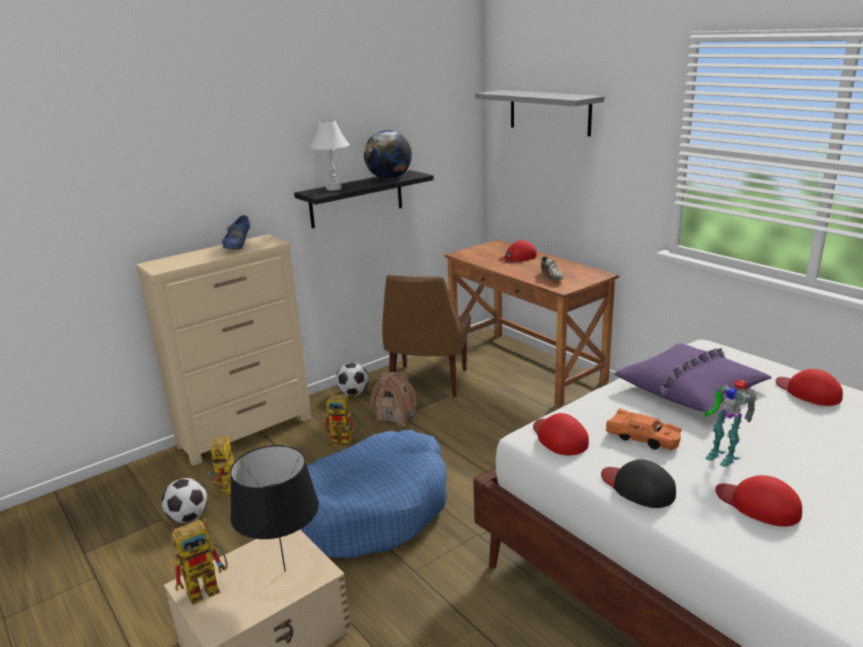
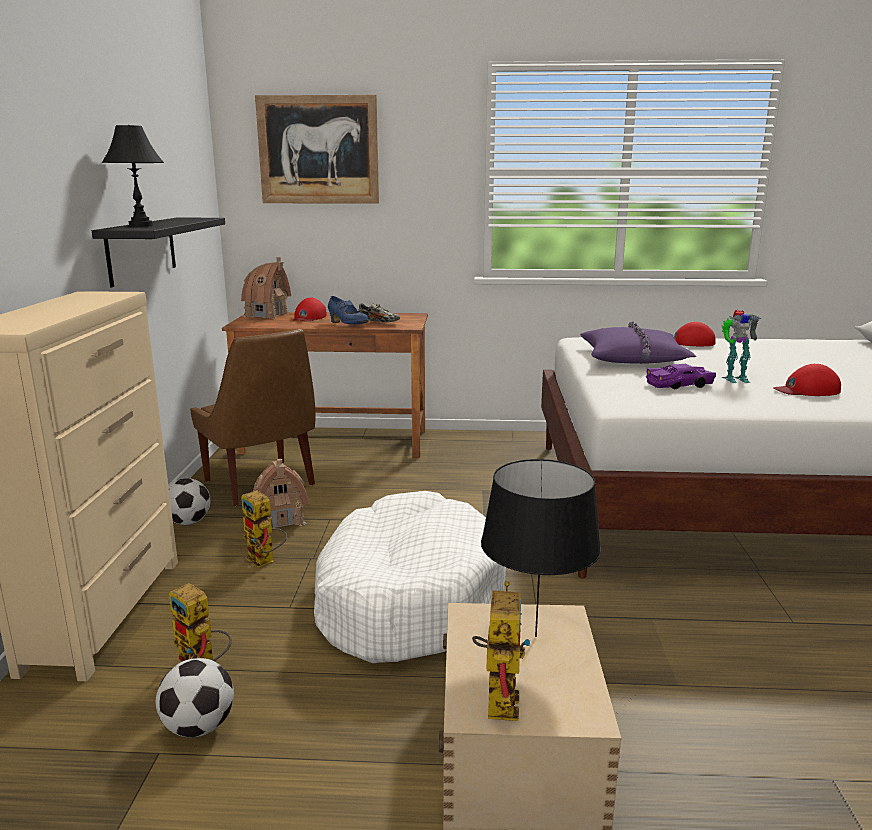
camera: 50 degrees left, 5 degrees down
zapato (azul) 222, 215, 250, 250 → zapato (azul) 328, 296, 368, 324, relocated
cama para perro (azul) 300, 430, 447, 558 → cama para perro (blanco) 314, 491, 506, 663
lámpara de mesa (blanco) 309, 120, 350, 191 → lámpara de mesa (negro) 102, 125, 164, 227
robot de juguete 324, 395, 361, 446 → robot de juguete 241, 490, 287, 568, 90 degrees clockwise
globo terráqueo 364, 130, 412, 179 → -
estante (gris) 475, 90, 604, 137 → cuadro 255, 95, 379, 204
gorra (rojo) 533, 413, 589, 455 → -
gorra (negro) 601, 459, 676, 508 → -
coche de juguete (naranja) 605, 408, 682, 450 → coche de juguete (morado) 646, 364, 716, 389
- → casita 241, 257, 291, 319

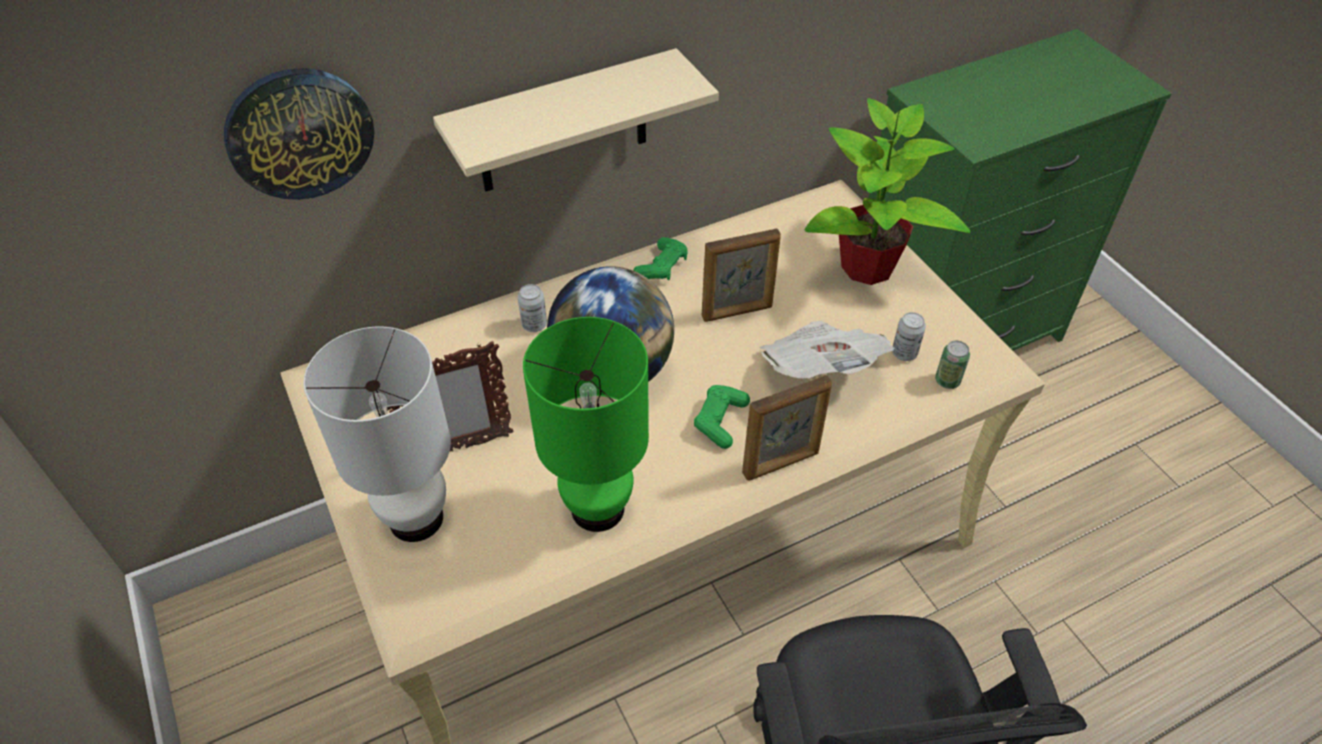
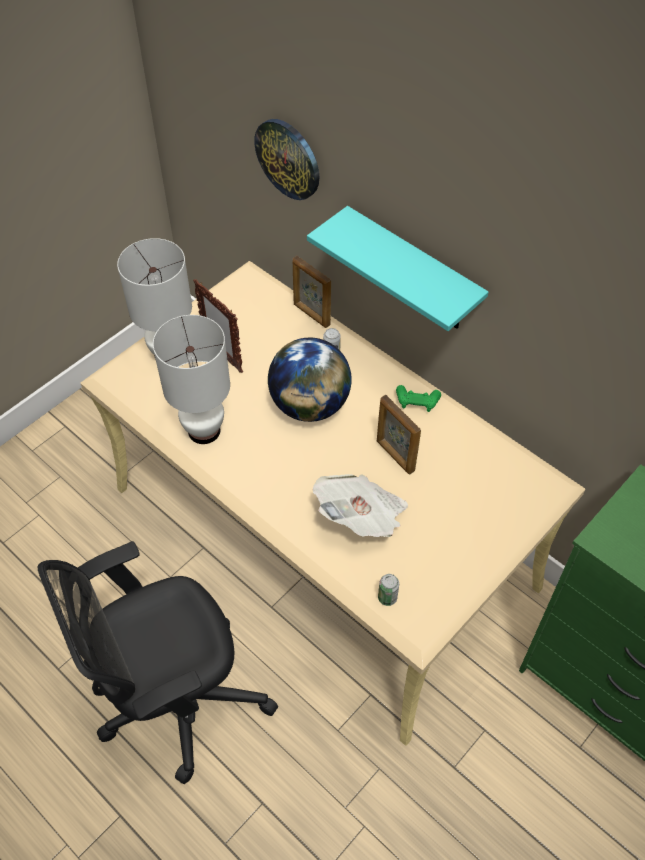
camera: 70 degrees right, 5 degrees up
estante (beis) 433, 48, 719, 191 → estante (turquesa) 307, 206, 489, 331
lámpara de mesa (verde) 523, 317, 649, 532 → lámpara de mesa (blanco) 153, 315, 230, 444
mando de consola (verde) 694, 385, 750, 449 → -
portarretratos 742, 375, 832, 480 → portarretratos 292, 256, 331, 328, relocated
planta en maceta 805, 98, 970, 285 → -
lata 892, 312, 926, 361 → -

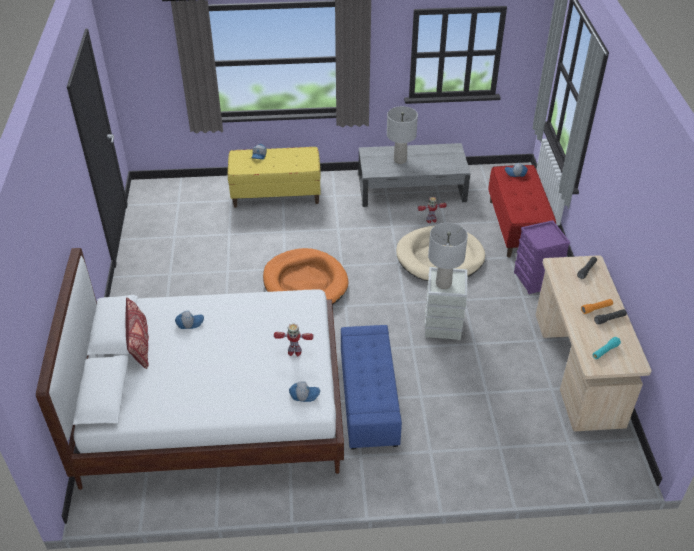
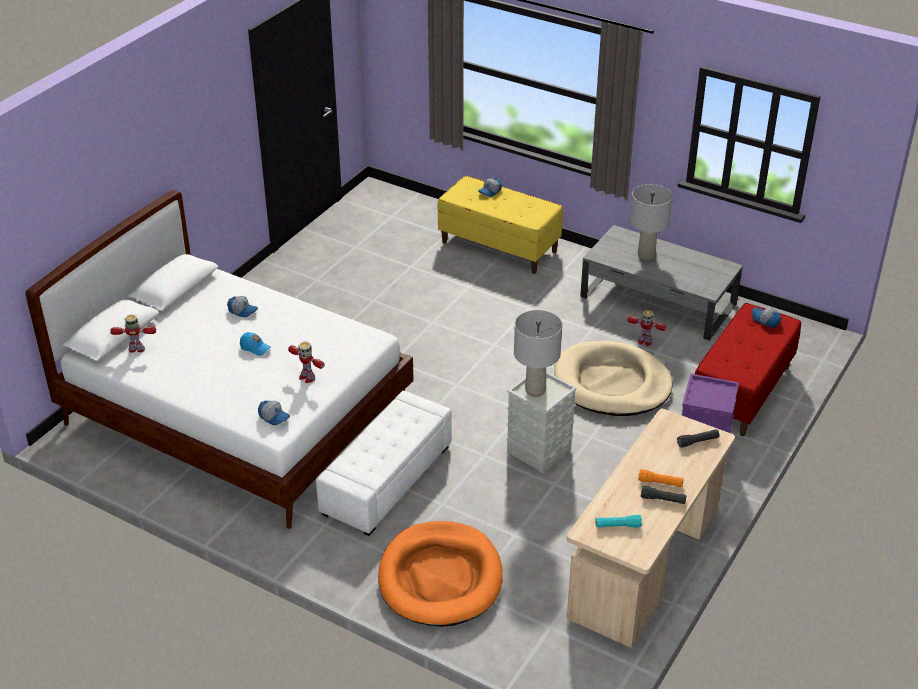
camera: 35 degrees right, 5 degrees down
cojín (rojo) 125, 297, 149, 369 → -
cama para perro (naranja) 263, 248, 349, 305 → cama para perro (naranja) 378, 521, 503, 627, relocated
puf (azul) 341, 325, 402, 450 → puf (blanco) 316, 391, 452, 536
- → robot de juguete 110, 314, 156, 352
- → gorra (azul) 240, 332, 271, 356

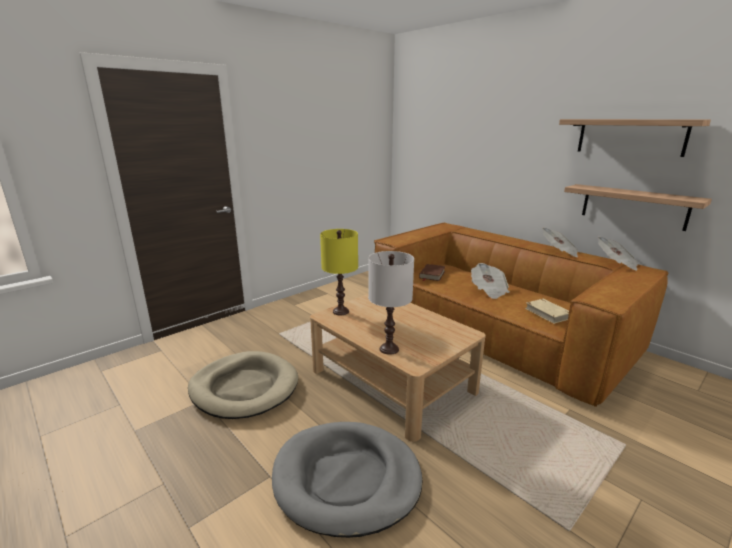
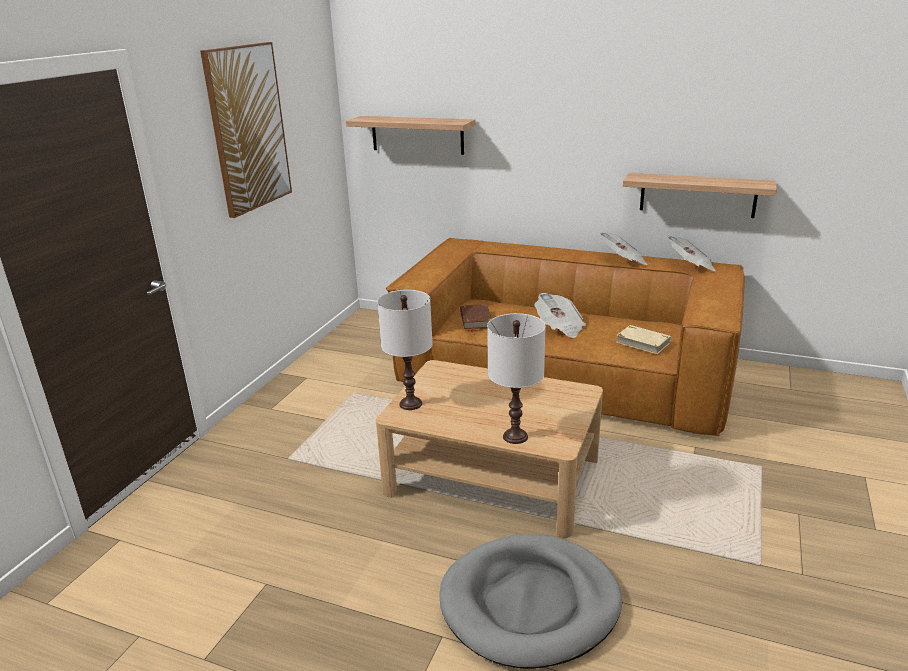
camera: 25 degrees left, 5 degrees up
cama para perro (beis) 188, 351, 298, 419 → -
lámpara de mesa (amarillo) 320, 229, 358, 315 → lámpara de mesa (blanco) 377, 290, 433, 410
estante 559, 119, 711, 157 → estante 346, 116, 476, 155, relocated
- → cuadro 200, 42, 292, 218

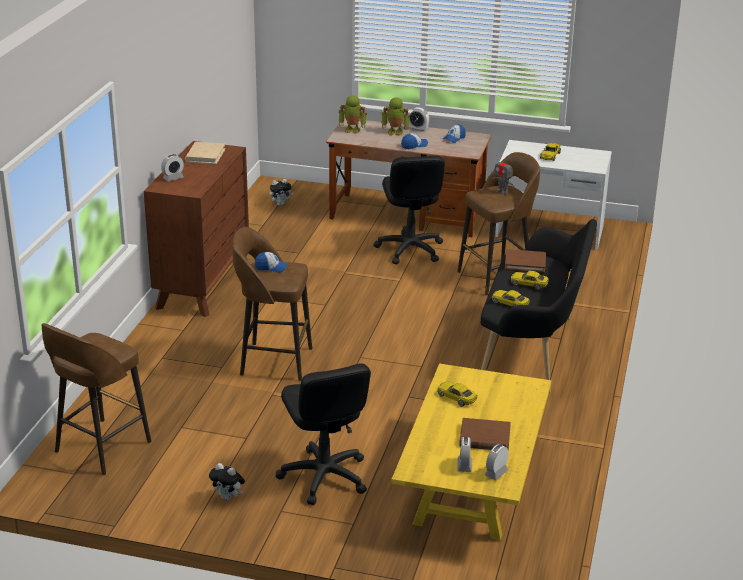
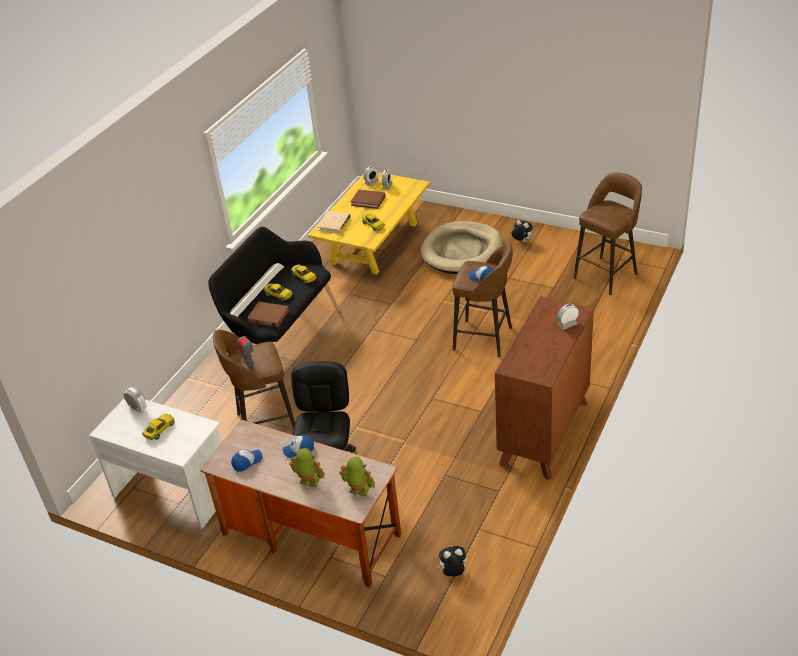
camera: 165 degrees left, 10 degrees up
libro (beis) 185, 142, 225, 164 → libro (beis) 317, 211, 351, 234, relocated
silla de oficina (negro) 276, 363, 371, 505 → cama para perro (beis) 421, 221, 502, 274
despertador 409, 107, 429, 132 → despertador 124, 387, 147, 412, relocated

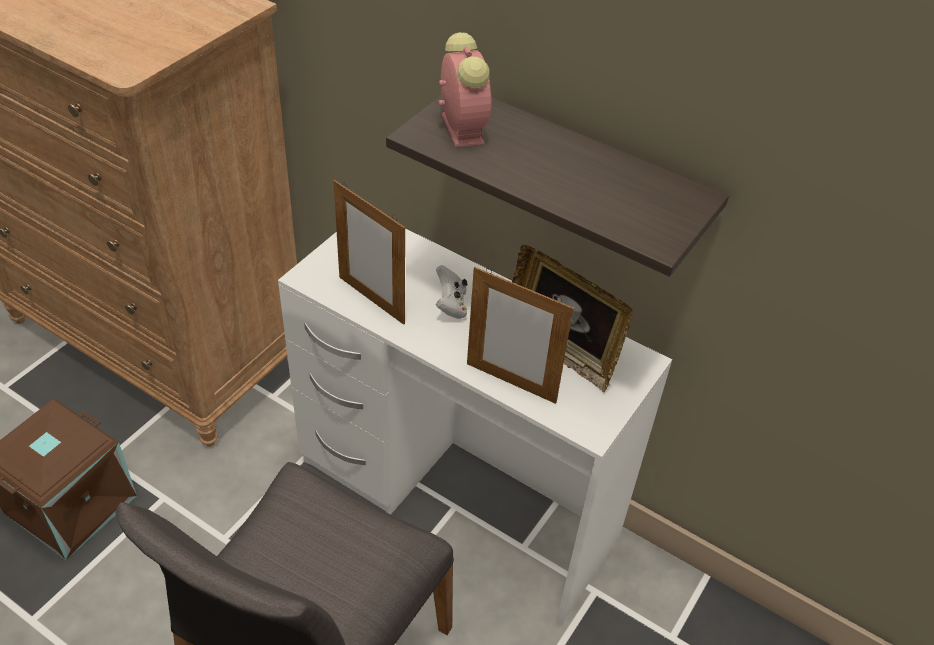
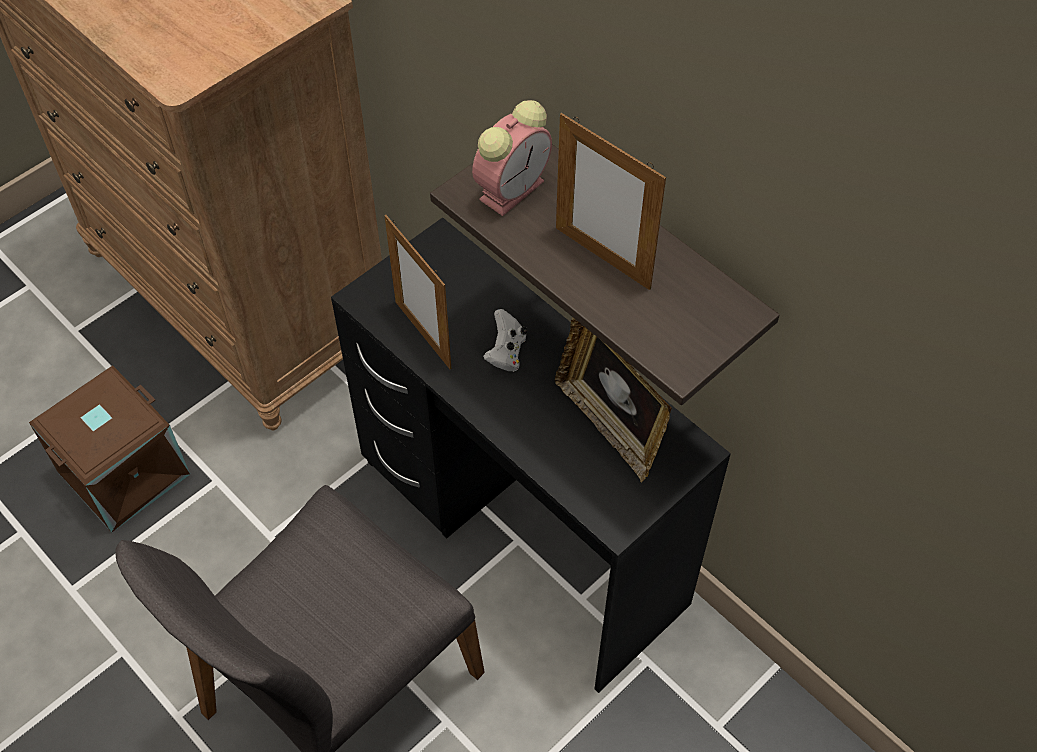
camera: 15 degrees right, 10 degrees up
escritorio (blanco) 278, 228, 672, 627 → escritorio (negro) 331, 217, 731, 693
despertador 438, 32, 491, 147 → despertador 472, 100, 552, 216, 45 degrees clockwise
portarretratos 467, 267, 574, 404 → portarretratos 556, 113, 666, 290, relocated

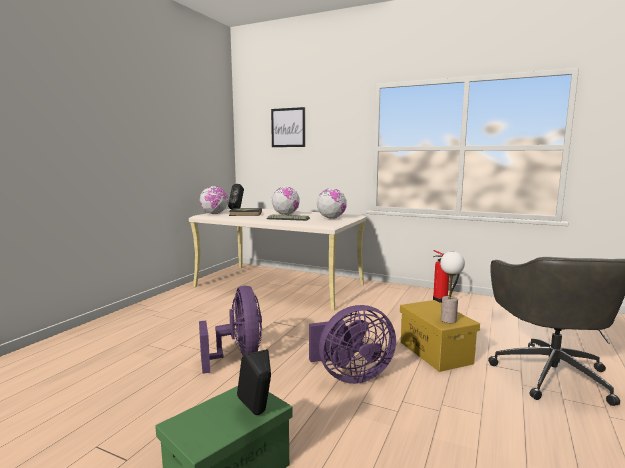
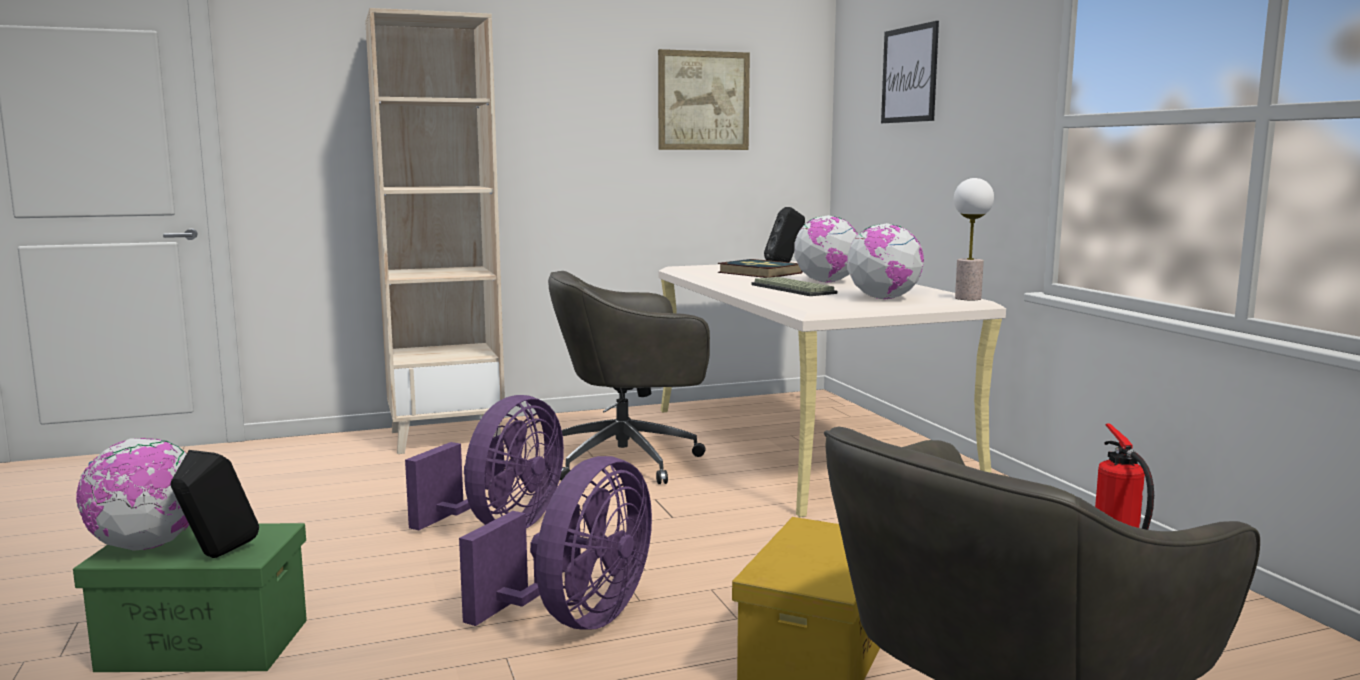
camera: 45 degrees right, 0 degrees up
globo terráqueo 199, 186, 228, 214 → globo terráqueo 76, 438, 189, 551, relocated
ventilador (morado) 309, 305, 396, 384 → ventilador (morado) 459, 456, 652, 630, 90 degrees counterclockwise
lámpara de mesa 440, 251, 465, 323 → lámpara de mesa 954, 178, 994, 300, relocated
- → estantería (beis) 365, 8, 505, 454
- → silla de oficina (gris) 548, 271, 710, 484
- → cuadro 658, 49, 750, 150

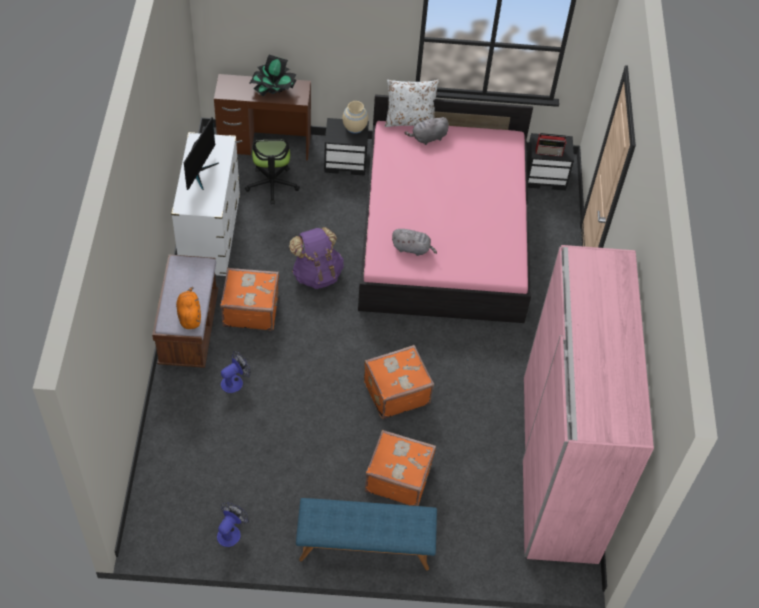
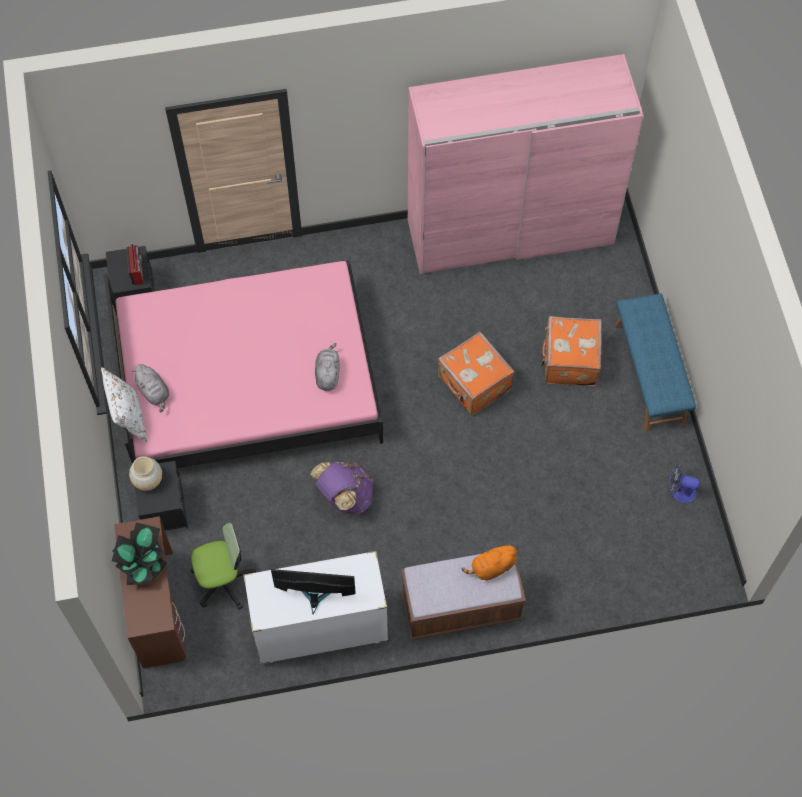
camera: 100 degrees left, 10 degrees up
maleta (naranja) 220, 268, 279, 331 → -
ventilador 221, 351, 251, 393 → -

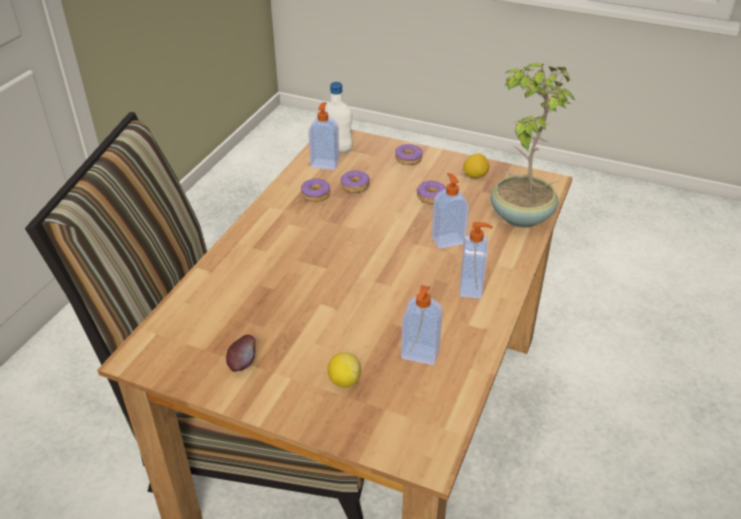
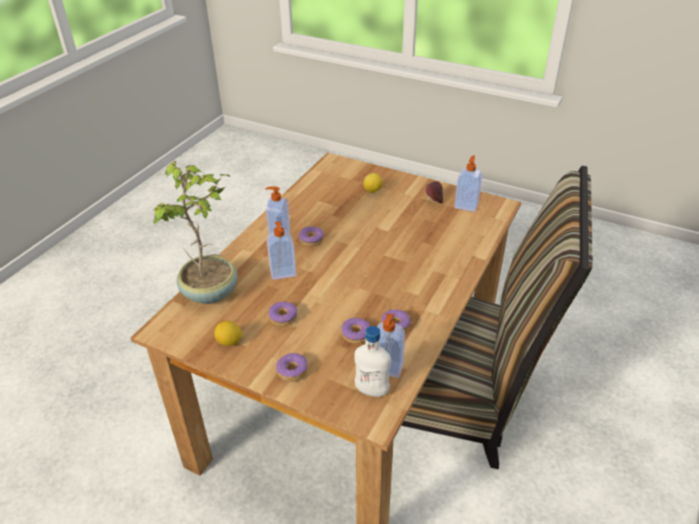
camera: 175 degrees left, 0 degrees up
dispensador de jabón 401, 285, 443, 365 → dispensador de jabón 454, 155, 482, 212, relocated
- → rosquilla 299, 226, 324, 247

